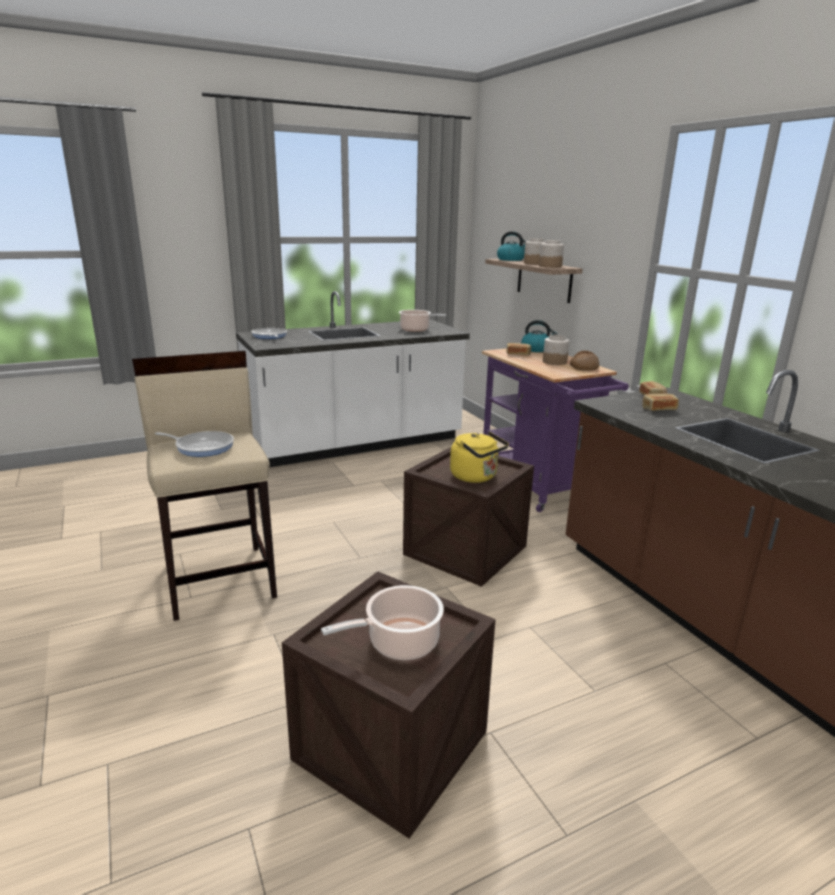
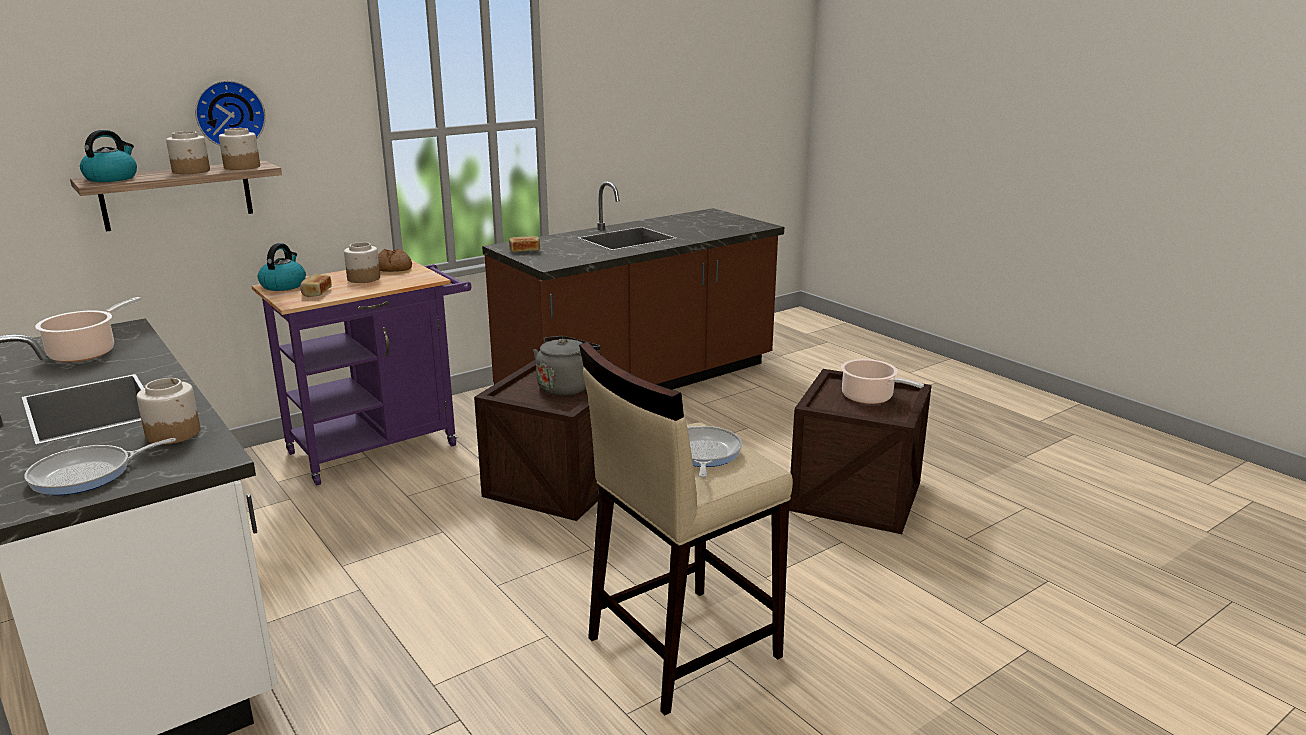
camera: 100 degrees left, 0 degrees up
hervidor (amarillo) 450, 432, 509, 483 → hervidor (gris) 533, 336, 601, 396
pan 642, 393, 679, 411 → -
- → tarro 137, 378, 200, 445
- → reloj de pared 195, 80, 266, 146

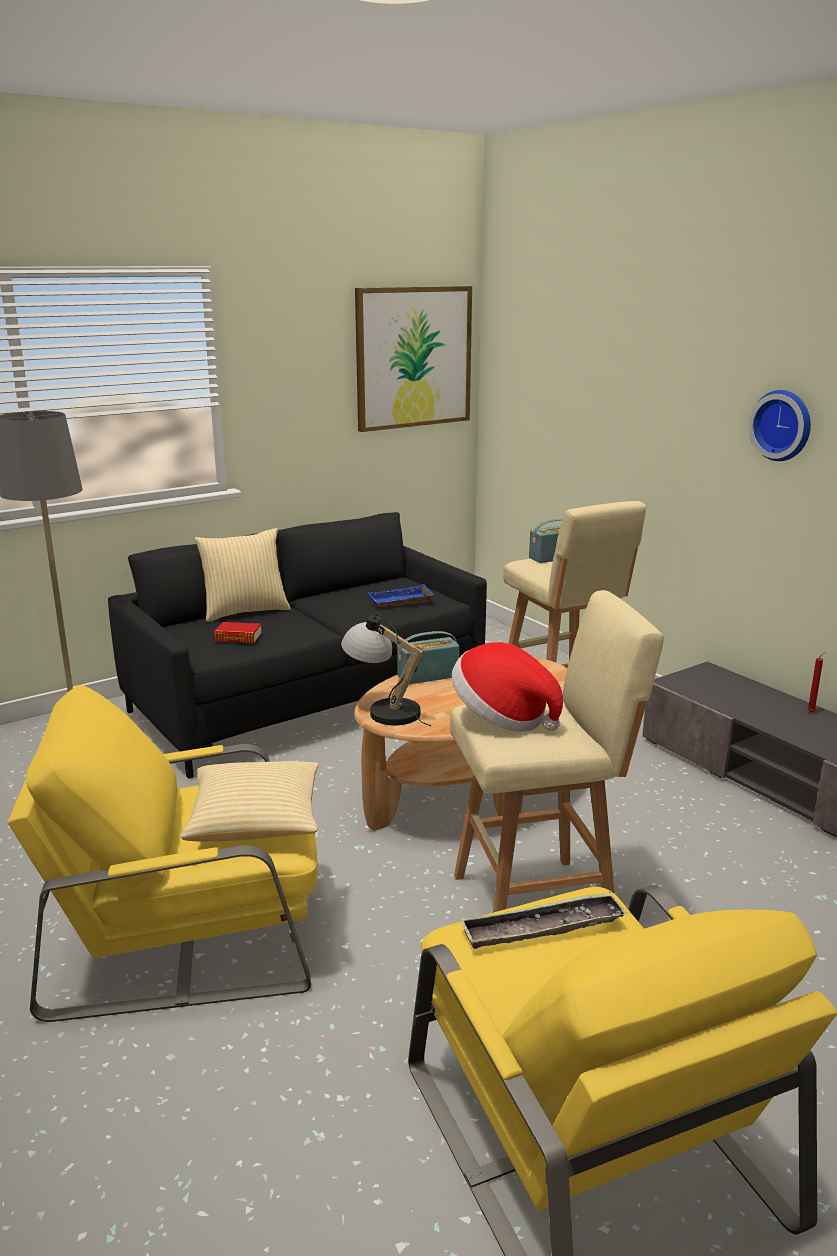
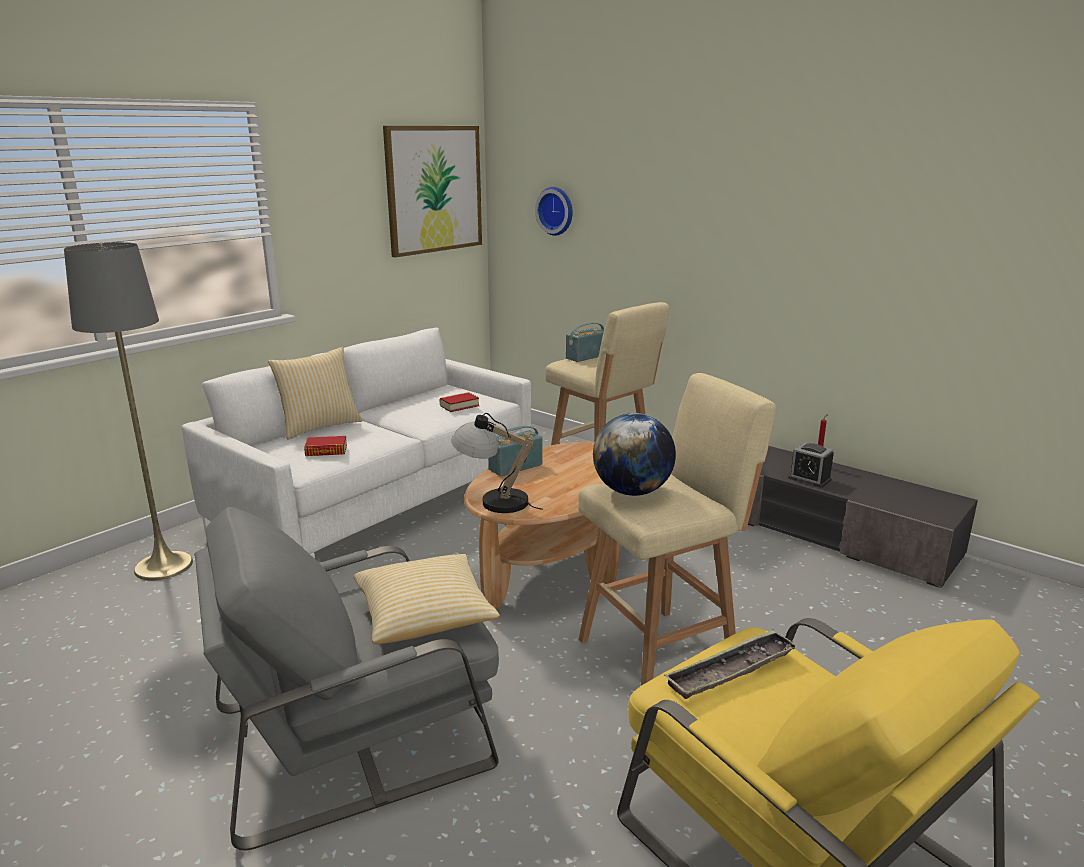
camera: 15 degrees left, 0 degrees up
sillón (amarillo) 7, 685, 318, 1022 → sillón (gris) 194, 507, 499, 851
sofá (negro) 108, 512, 487, 779 → sofá (blanco) 181, 328, 531, 558
bandeja (azul) 368, 584, 435, 607 → libro 440, 392, 479, 412
sombrero 452, 642, 563, 732 → globo terráqueo 593, 413, 676, 496
reloj de pared 748, 390, 811, 461 → reloj de pared 535, 187, 573, 236, relocated
- → despertador 788, 442, 834, 488

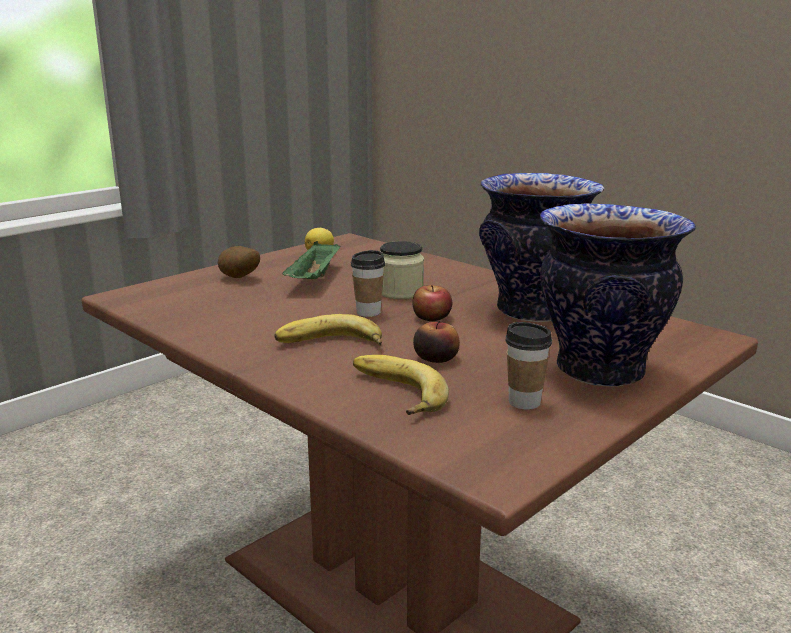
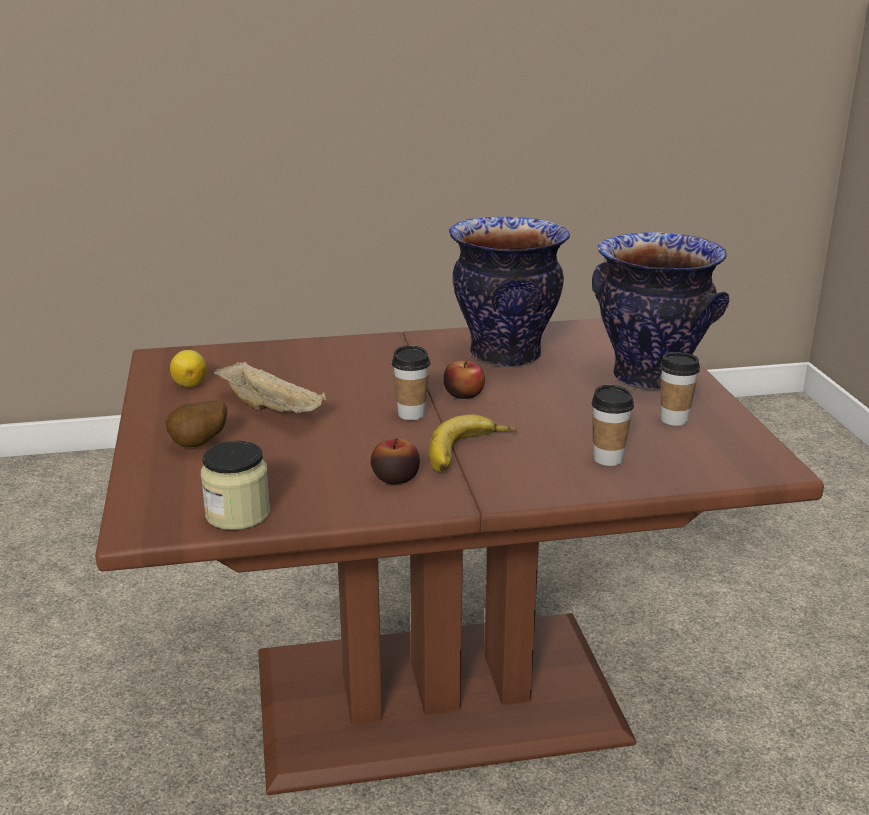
camera: 55 degrees left, 5 degrees up
bandeja (verde) 282, 241, 340, 279 → bandeja (beis) 214, 361, 327, 413
plátano 353, 355, 449, 415 → taza 592, 385, 634, 466
tarro 380, 241, 424, 299 → tarro 201, 441, 270, 530, relocated
manzana 413, 321, 460, 363 → manzana 371, 438, 420, 484, relocated

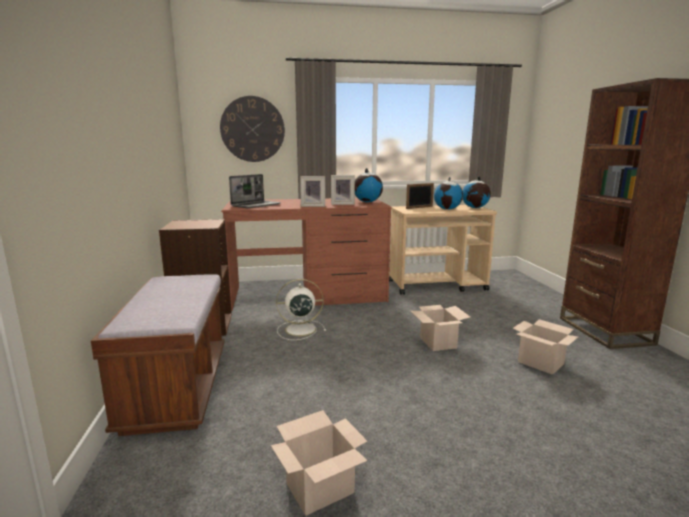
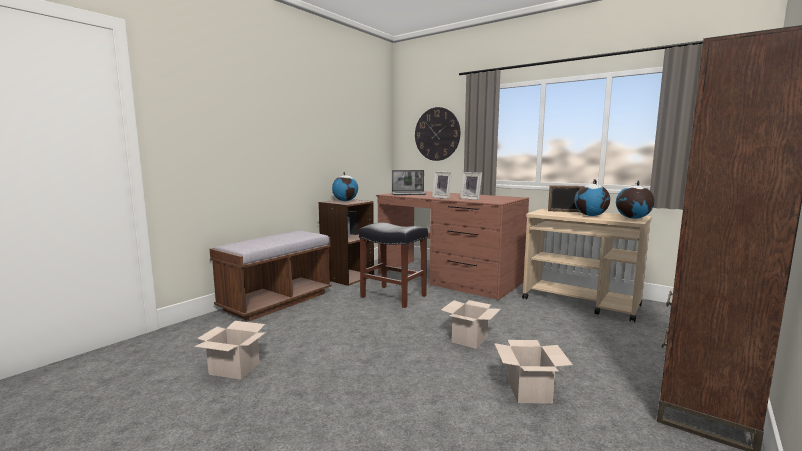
camera: 45 degrees right, 5 degrees down
ventilador (blanco) 276, 279, 326, 340 → taburete (negro) 359, 223, 428, 308
globo terráqueo 355, 168, 383, 202 → globo terráqueo 332, 172, 358, 201, relocated

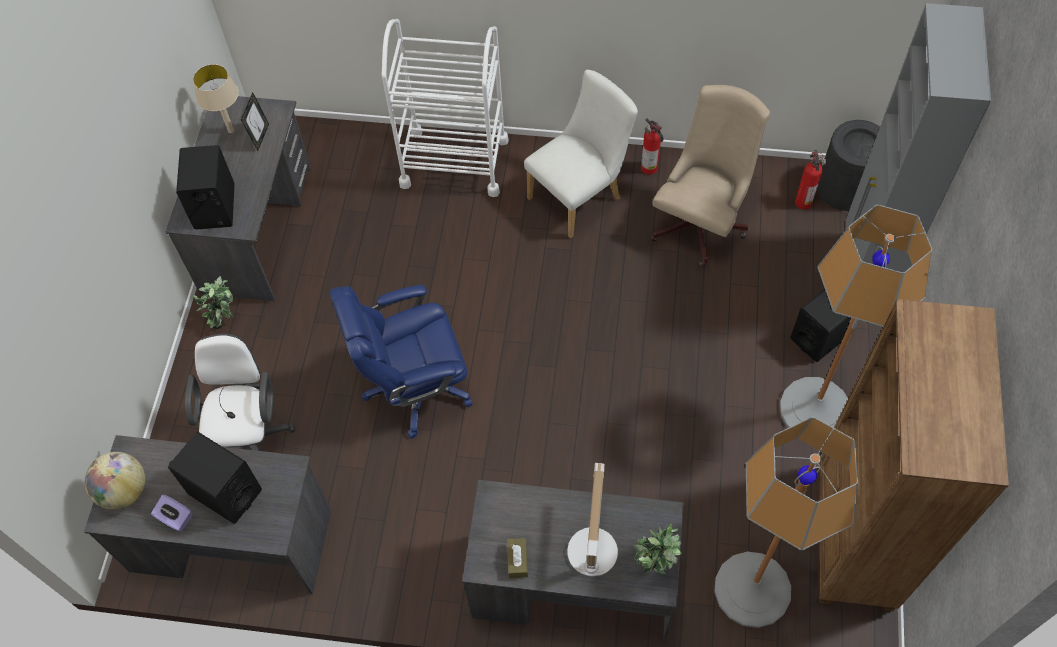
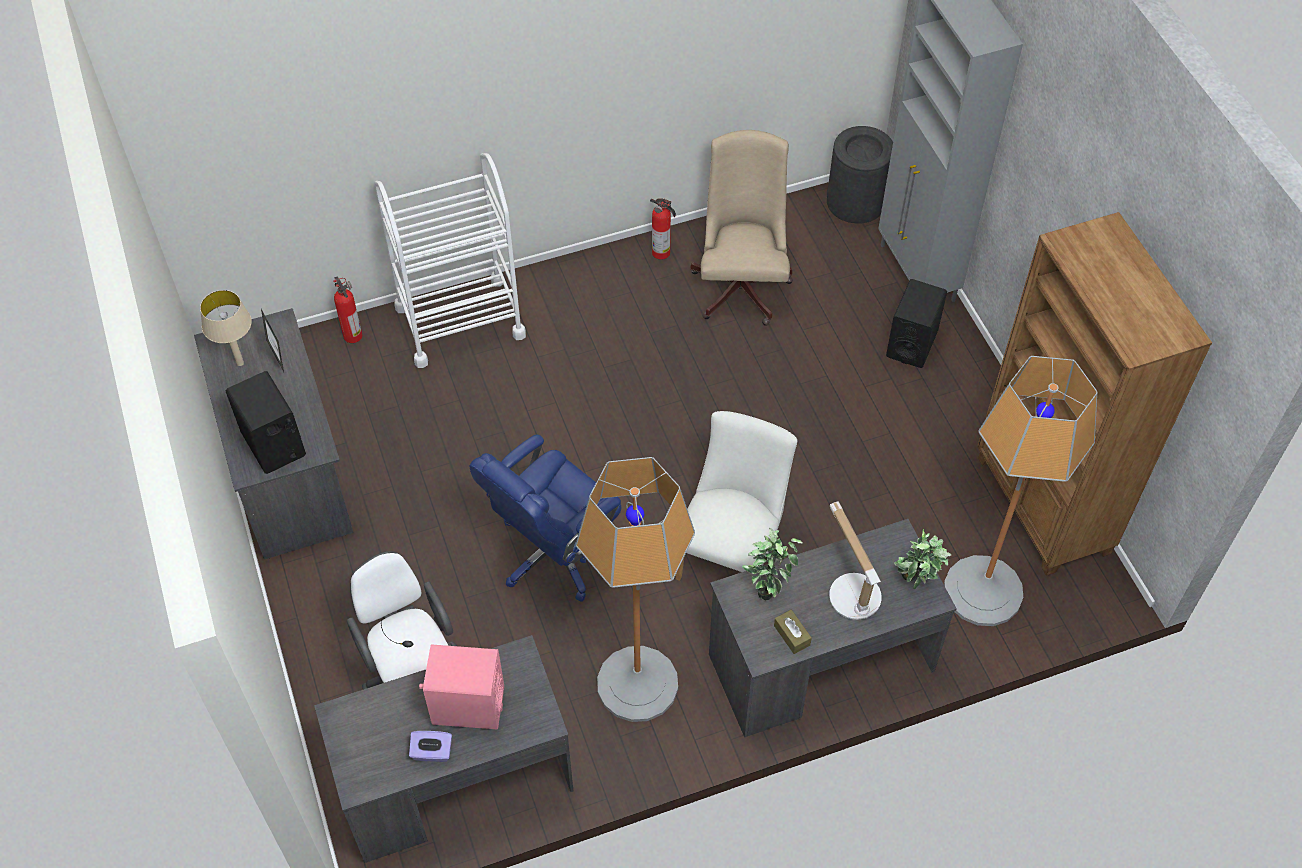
camera: 30 degrees left, 5 degrees down
globo terráqueo 85, 452, 145, 510 → -
altavoz (negro) 168, 432, 262, 524 → altavoz (rosa) 419, 644, 504, 730
planta en maceta 192, 276, 234, 329 → planta en maceta 742, 528, 803, 600, relocated
silla (blanco) 524, 70, 638, 238 → silla (blanco) 675, 411, 797, 581, relocated
lámpara de pie 780, 205, 932, 428 → lámpara de pie 576, 457, 695, 722, relocated
extintor 795, 150, 826, 210 → extintor 333, 276, 362, 343, relocated

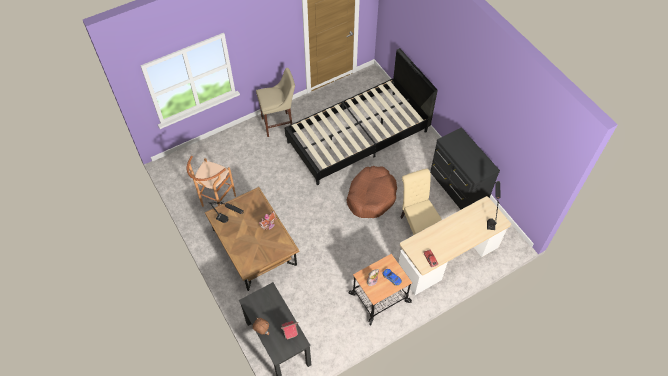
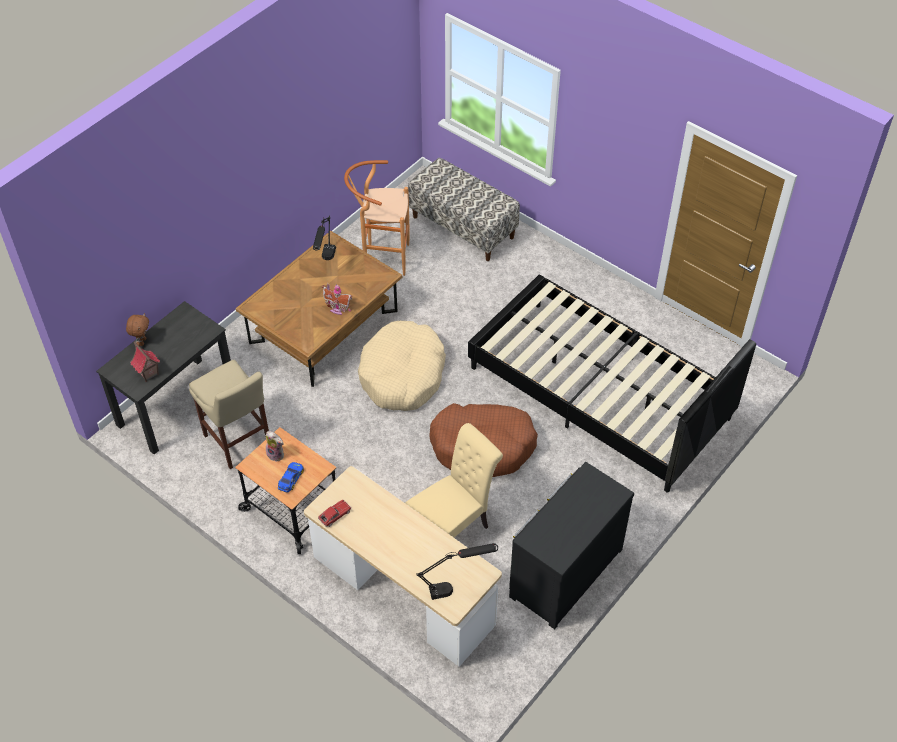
camera: 70 degrees right, 5 degrees down
taburete (beis) 256, 68, 295, 137 → taburete (beis) 189, 360, 269, 469, relocated
- → cama para perro (beis) 358, 321, 446, 411
- → banco 408, 158, 520, 261

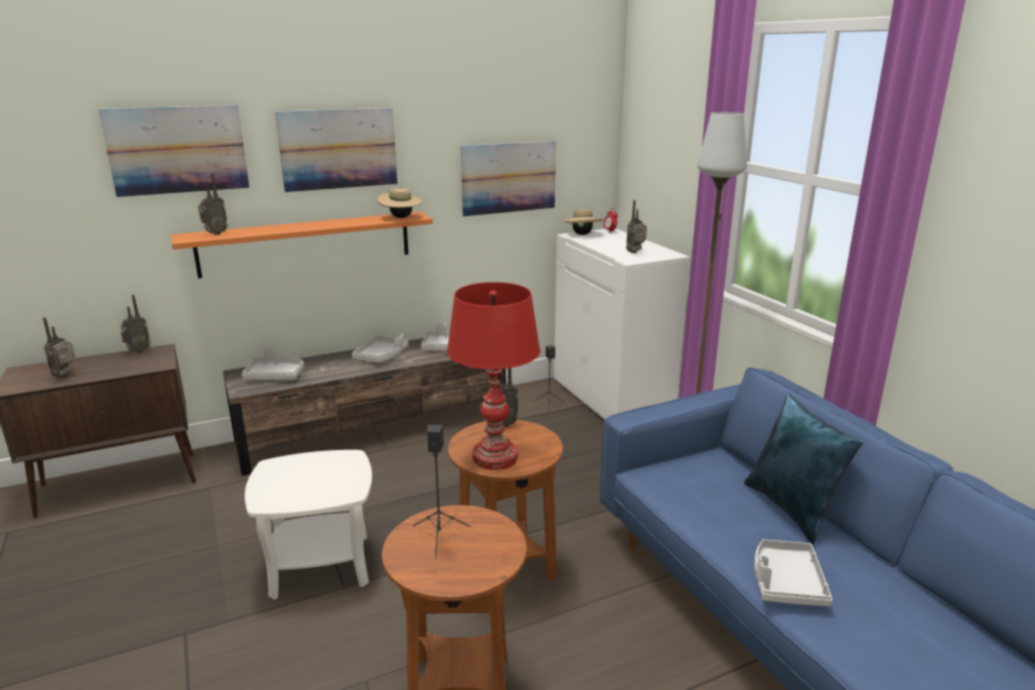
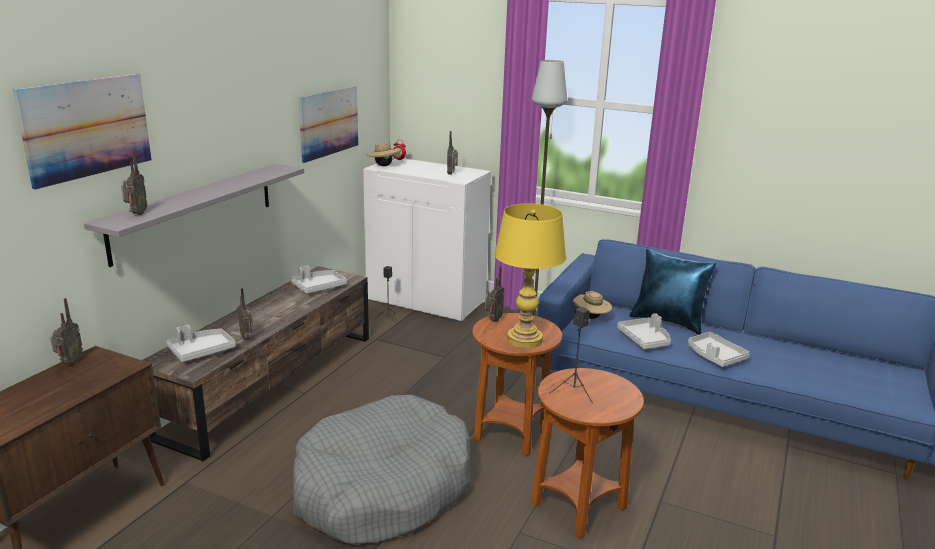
camera: 40 degrees left, 0 degrees up
radio 43, 317, 75, 377 → radio 238, 288, 254, 340, relocated
estante (naranja) 171, 212, 433, 278 → estante (gris) 84, 164, 304, 267
mesa auxiliar (blanco) 245, 450, 372, 600 → cama para perro (gris) 293, 395, 470, 544
cuadro 275, 108, 397, 192 → -
bandeja (gris) 352, 335, 409, 362 → bandeja (gris) 617, 313, 671, 349, relocated
sombrero (beis) 377, 188, 422, 218 → sombrero (beis) 573, 291, 612, 319, relocated
lámpara de mesa (rojo) 447, 282, 540, 470 → lámpara de mesa (amarillo) 494, 203, 566, 349

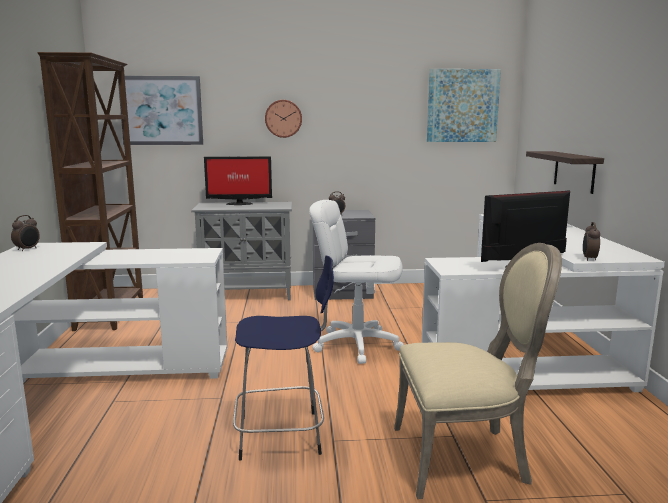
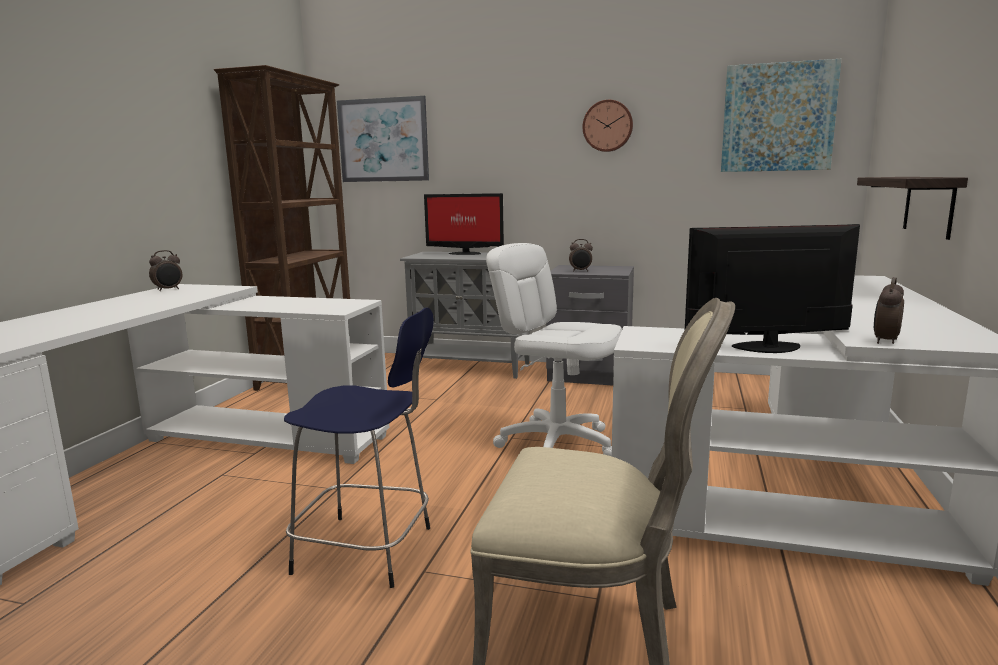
camera: 20 degrees right, 0 degrees up
reloj de pared 265, 100, 302, 138 → reloj de pared 583, 100, 633, 152, relocated

